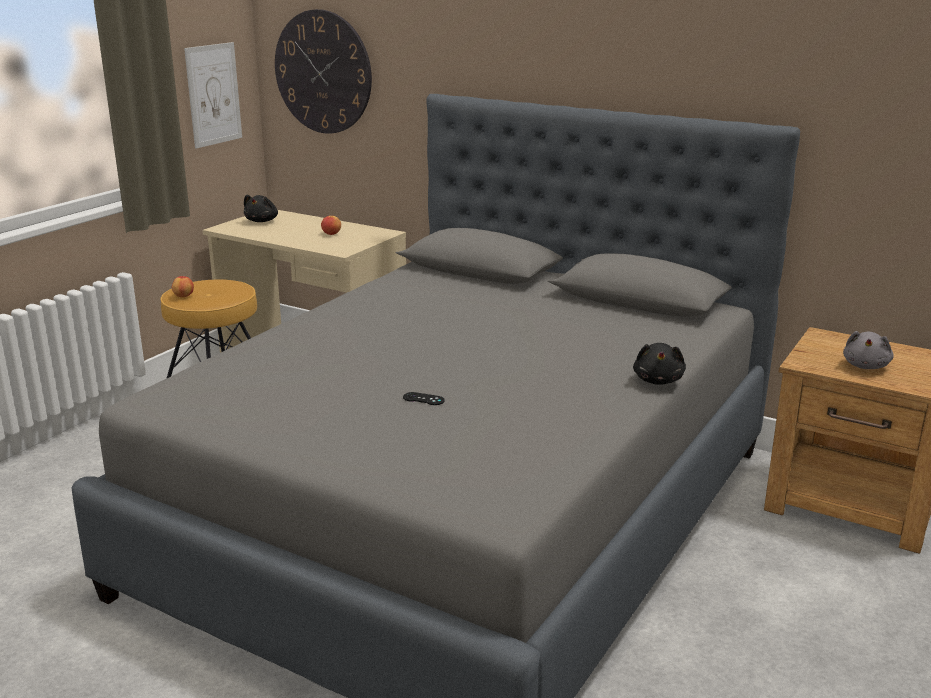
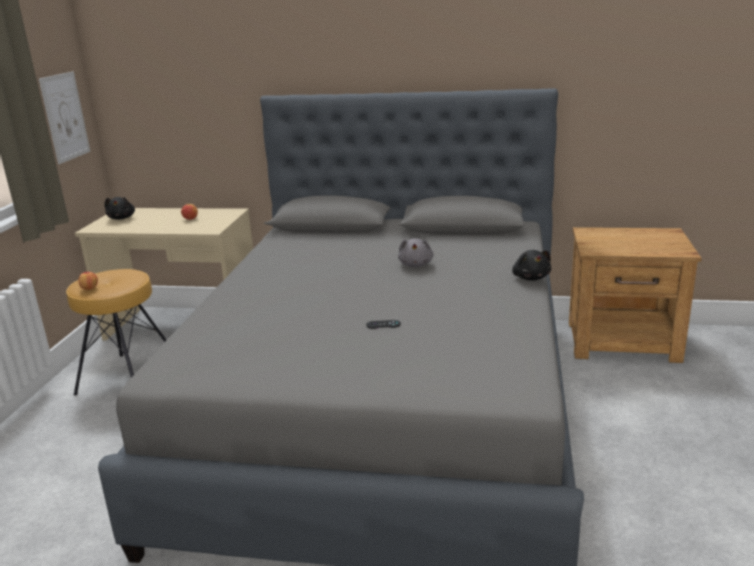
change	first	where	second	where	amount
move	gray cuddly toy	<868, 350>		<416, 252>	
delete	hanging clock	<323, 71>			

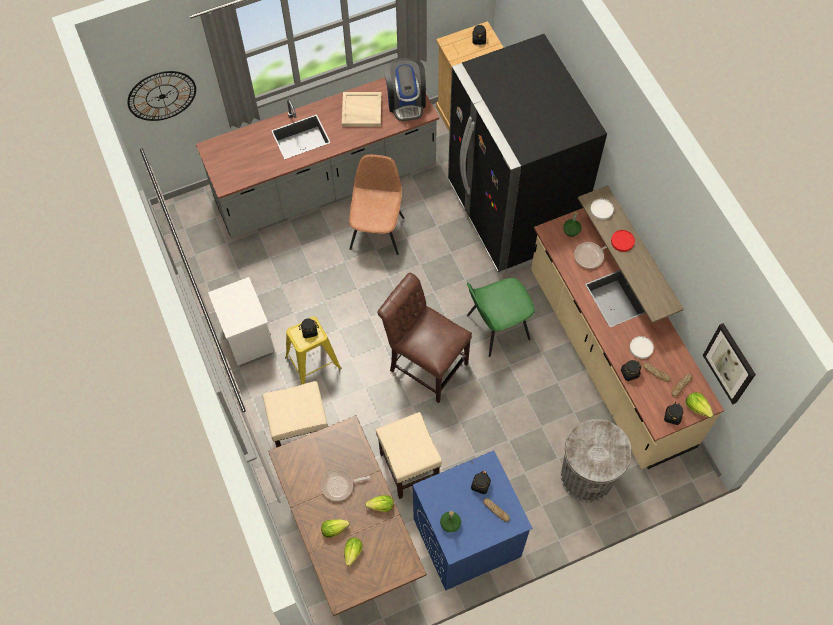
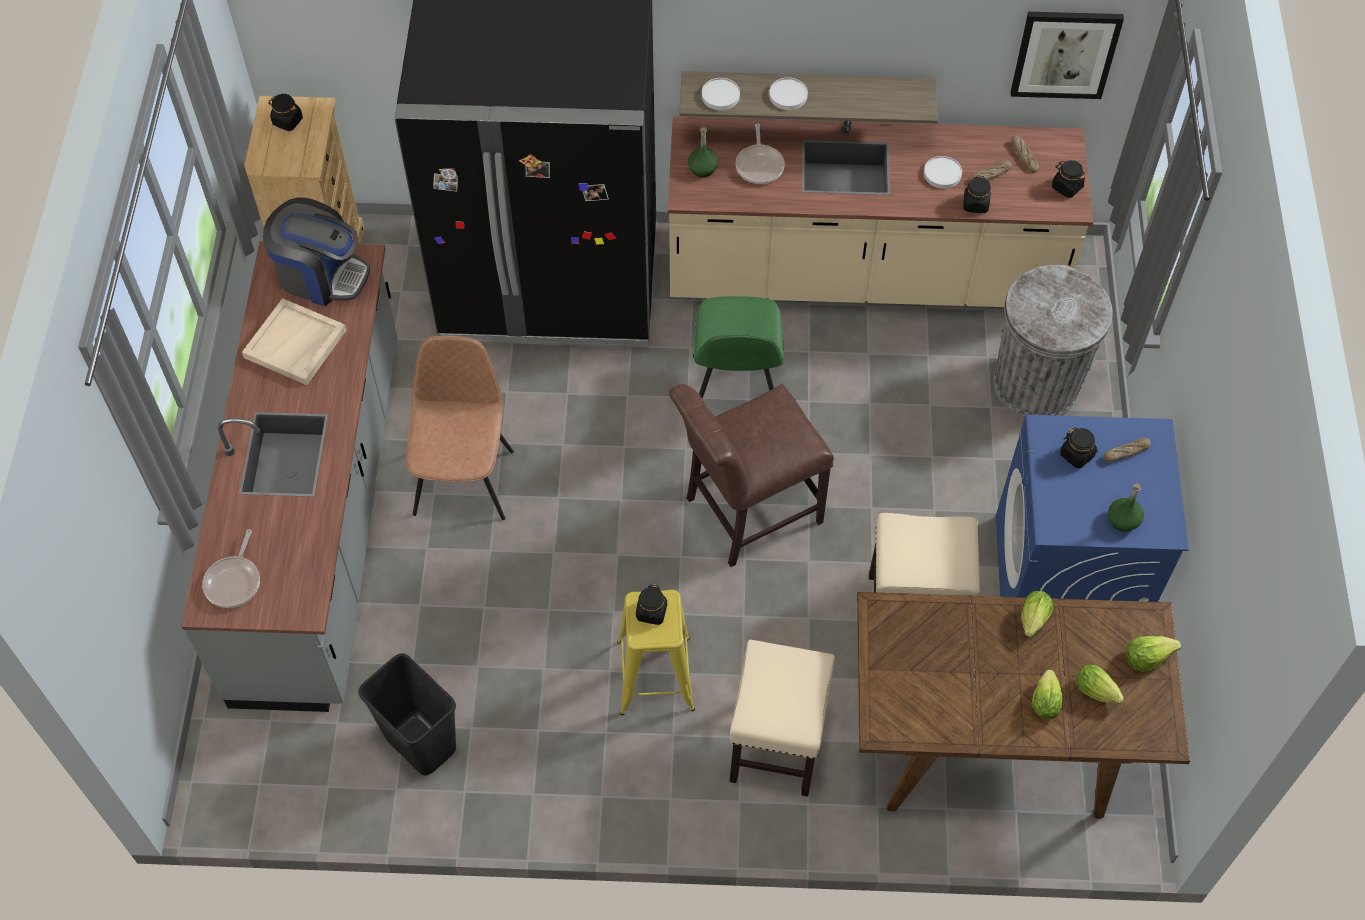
change	first	where	second	where	amount
move	frying pan	<345, 485>		<231, 568>	
insert			black rubbish bin	<407, 714>	
rotate	brown-coloured upright chair	<376, 205>		<460, 428>	60 degrees clockwise
recolor	red plate	<623, 241>	white-coloured plate	<788, 94>	
move	head of lettuce	<699, 405>		<1153, 654>	
delete	hanging clock	<161, 96>			
delete	white-coloured night table	<241, 321>			

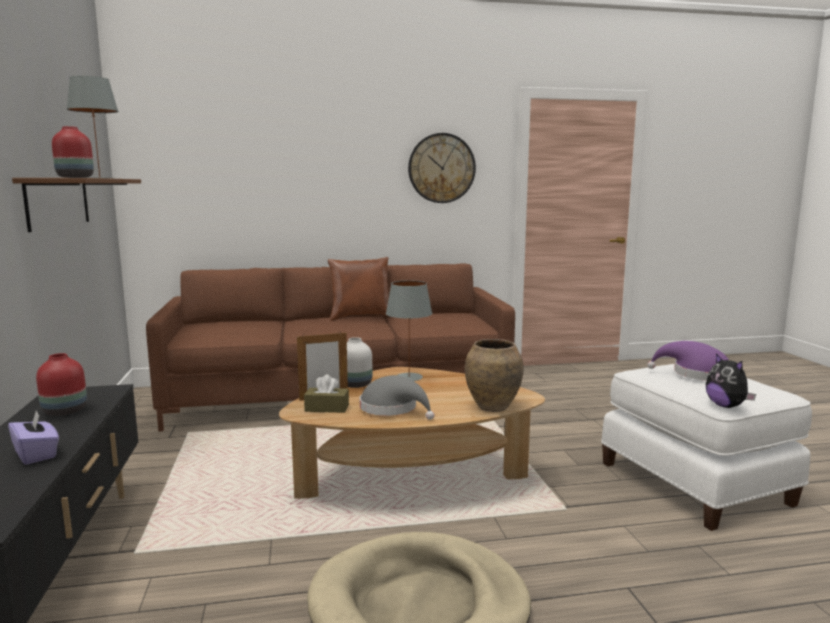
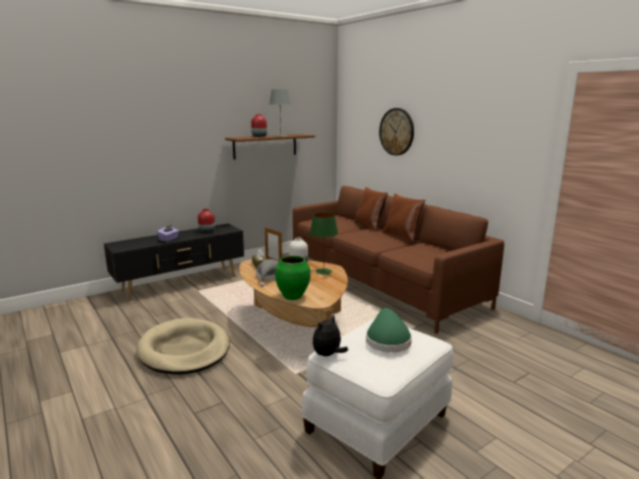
change	first	where	second	where	amount
recolor	brown-coloured decorative vase	<494, 375>	green-coloured decorative vase	<293, 278>	
recolor	gray tabletop lamp	<409, 330>	green-coloured tabletop lamp	<324, 243>	
insert			brown-coloured cushion	<371, 209>	
recolor	purple-coloured clothing hat	<688, 361>	green-coloured clothing hat	<389, 330>	
move	hanging clock	<442, 168>		<396, 132>	

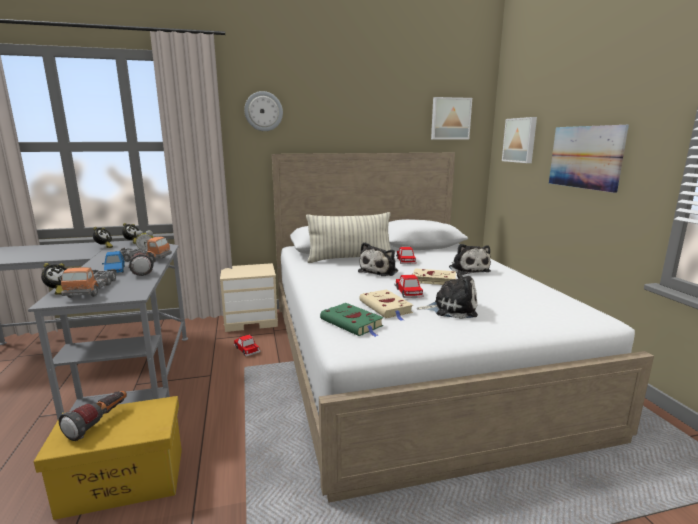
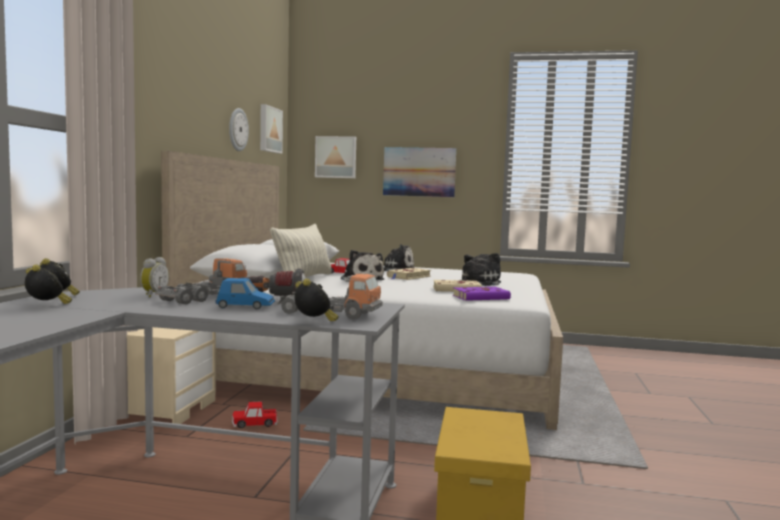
change	first	where	second	where	amount
move	hanging clock	<263, 111>		<239, 129>	
recolor	green-coloured volume	<351, 320>	purple-coloured volume	<482, 294>	
delete	flashlight	<93, 416>			
delete	toy car	<409, 286>			

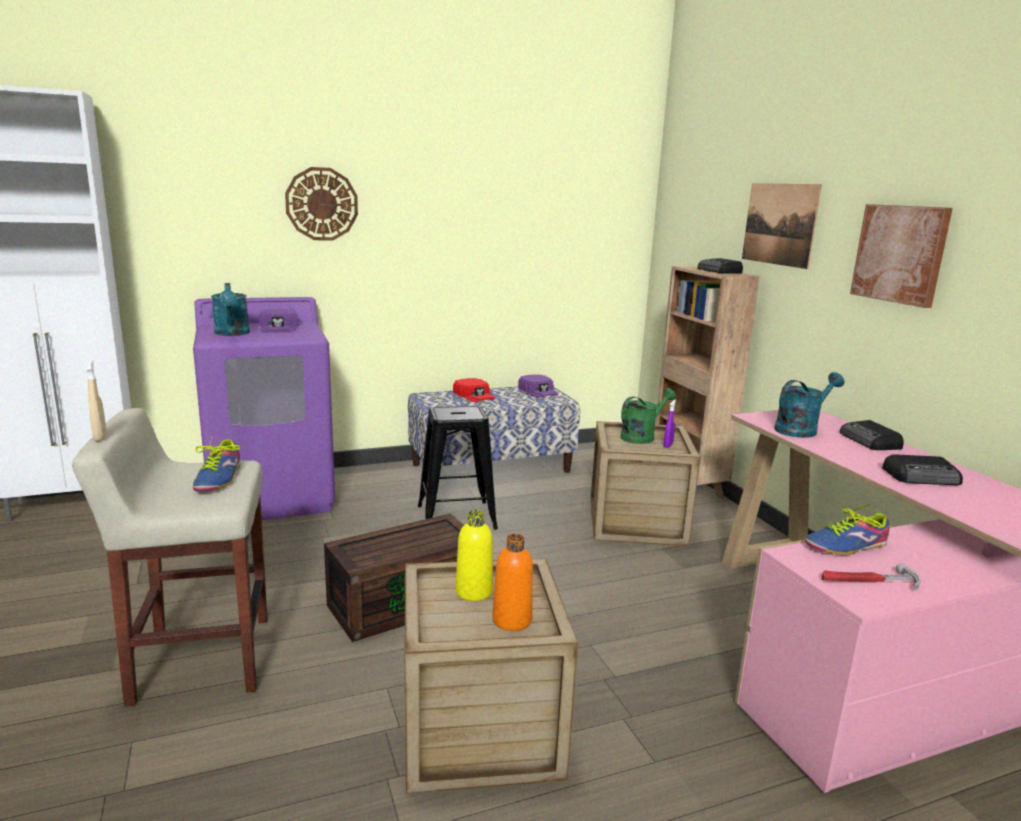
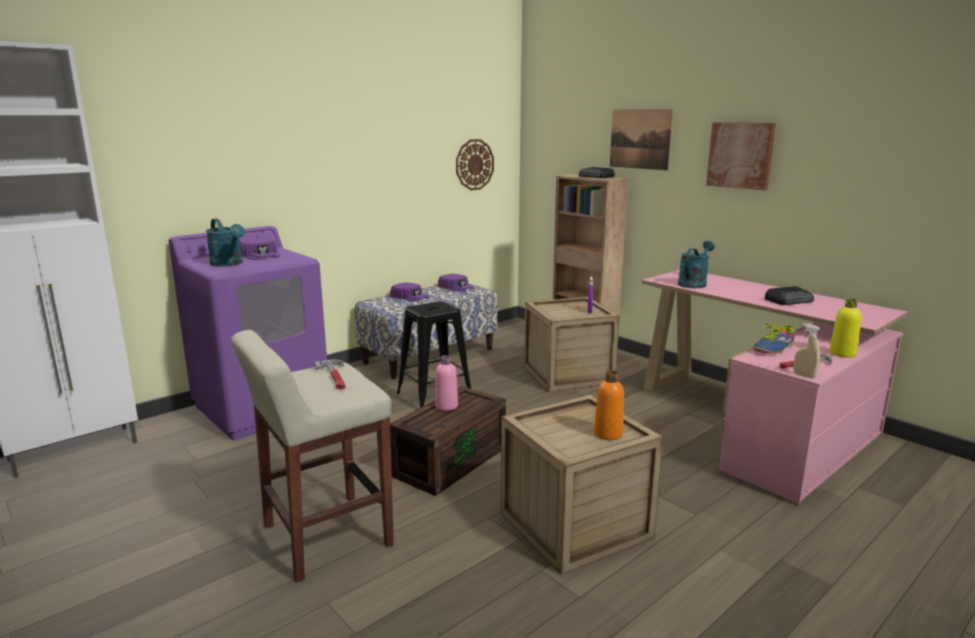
change	first	where	second	where	amount
replace	shoe	<217, 463>	hand hammer	<330, 374>	
recolor	red baseball cap	<474, 390>	purple-coloured baseball cap	<410, 292>	
insert			pink-coloured drink bottle	<446, 383>	
move	hanging clock	<321, 204>		<475, 164>	
move	beige sprayer	<96, 400>		<807, 350>	
move	yellow-coloured drink bottle	<474, 555>		<845, 327>	
delete	green-coloured watering pot	<648, 416>			
delete	radio receiver	<872, 435>			

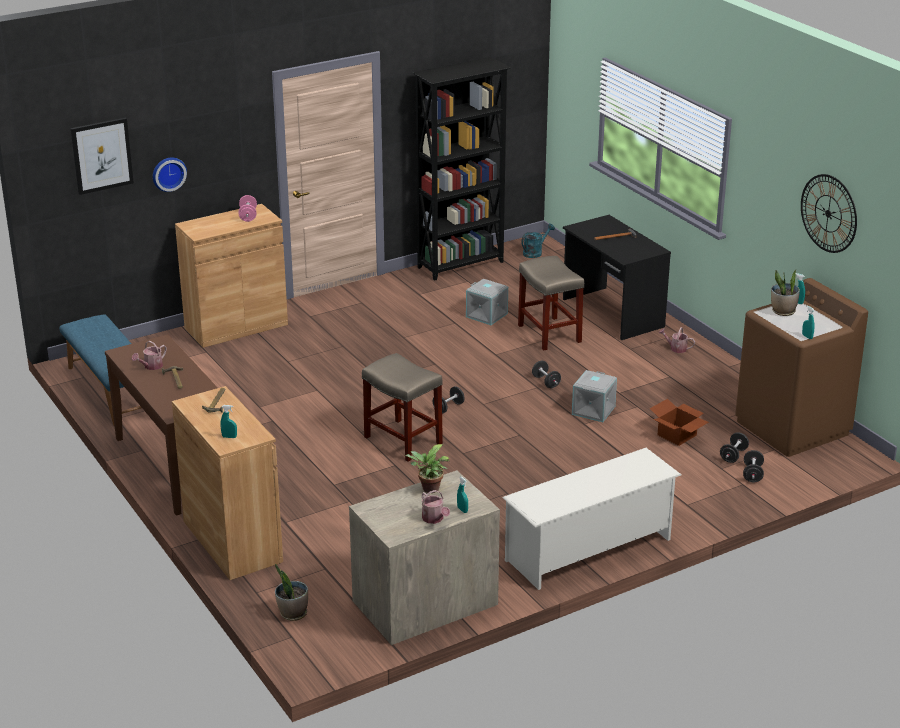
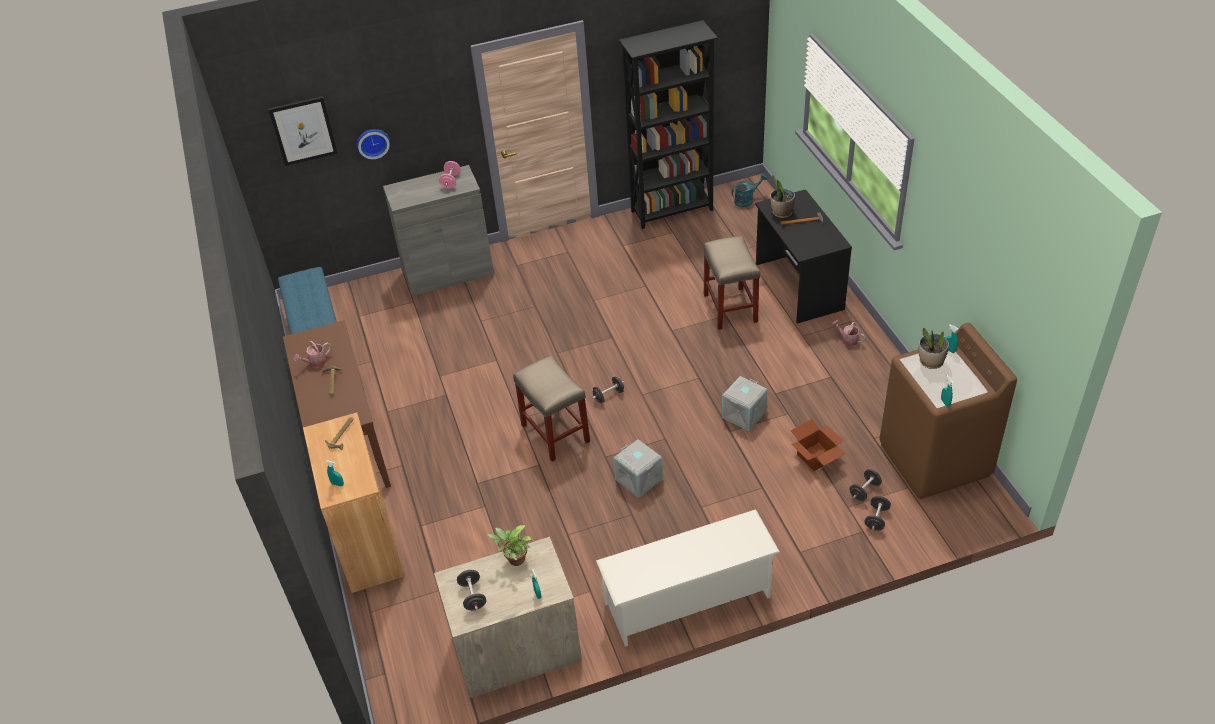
change	first	where	second	where	amount
recolor	brown-coloured cabinet	<231, 276>	gray cabinet	<438, 230>	
move	black dumbbell	<546, 374>		<471, 590>	
move	gray storage bin	<487, 302>		<638, 468>	
move	houseplant	<291, 592>		<782, 196>	
delete	watering pot	<436, 507>			
delete	hanging clock	<829, 213>			

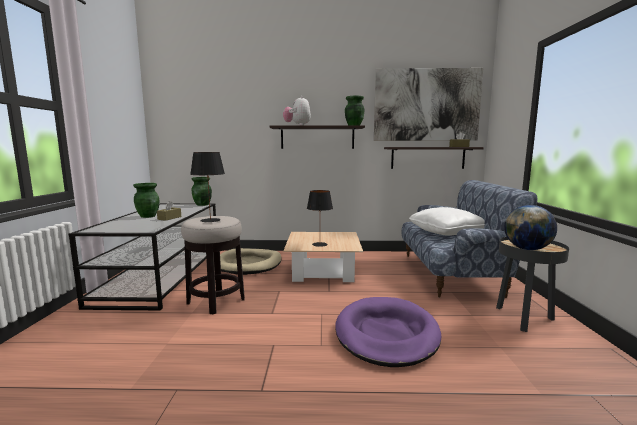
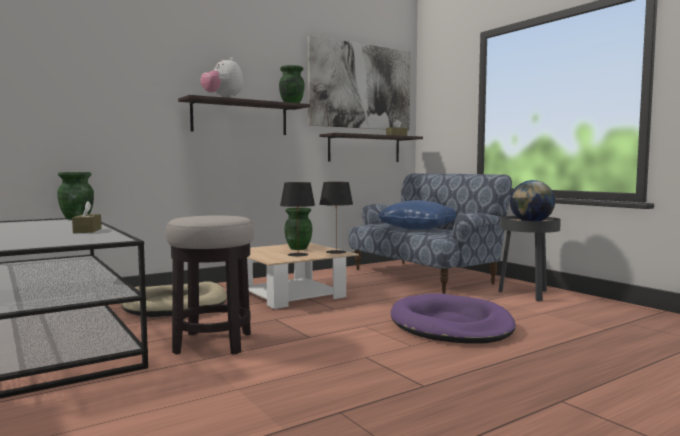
change	first	where	second	where	amount
move	green-coloured decorative vase	<146, 200>		<298, 229>	
move	black tabletop lamp	<207, 187>		<336, 218>	
recolor	white-coloured cushion	<447, 221>	blue cushion	<417, 215>	

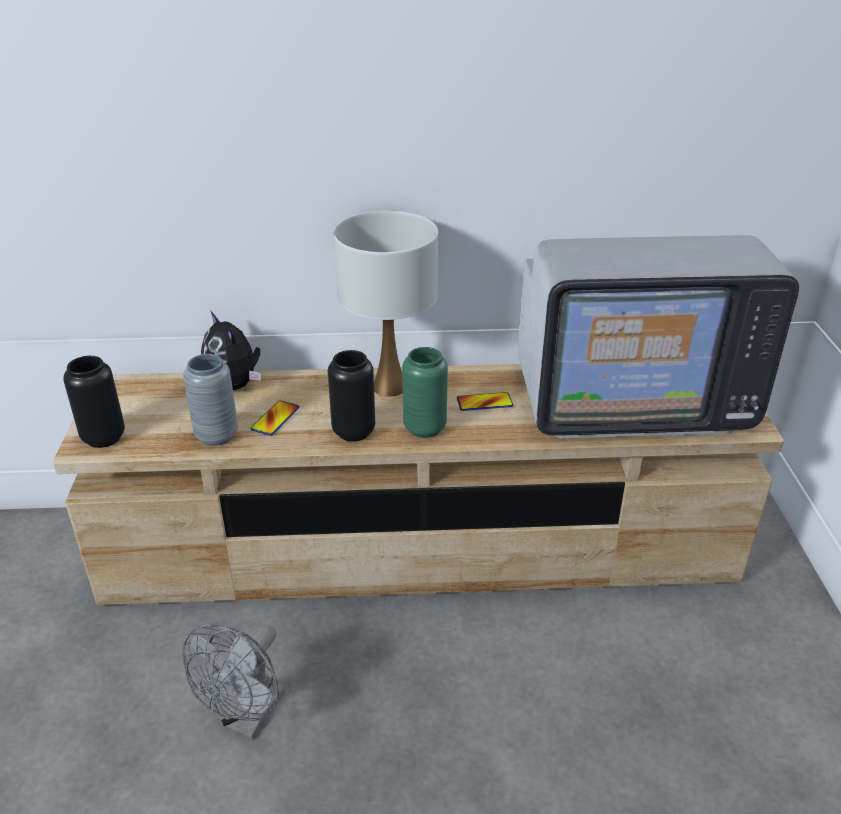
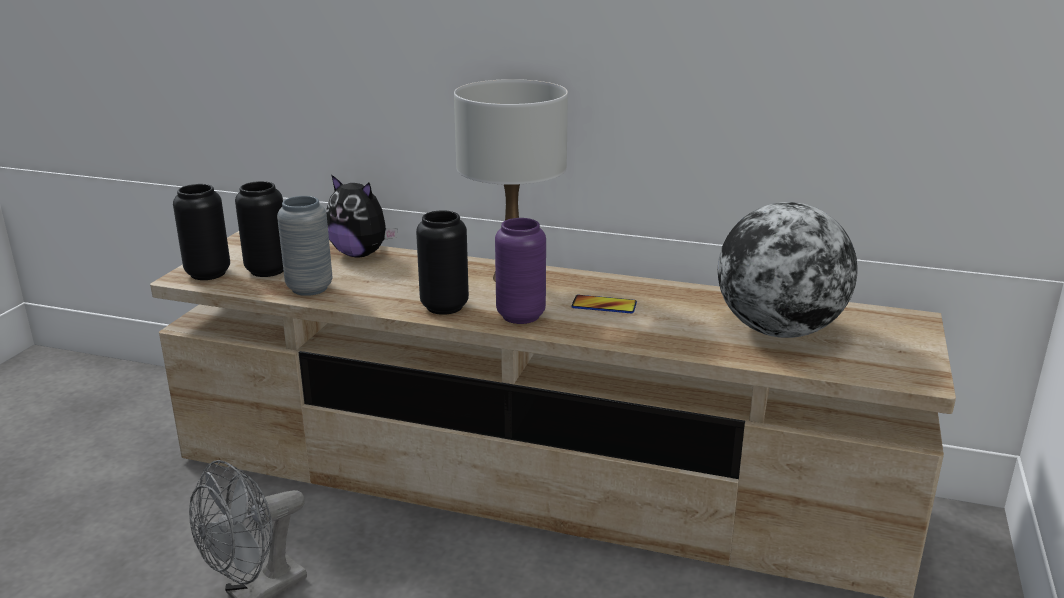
change	first	where	second	where	amount
insert			black decorative vase	<259, 229>	
rotate	cuddly toy	<231, 351>		<361, 215>	45 degrees counterclockwise
recolor	green-coloured decorative vase	<425, 392>	purple-coloured decorative vase	<520, 271>	
replace	TV	<658, 337>	world globe	<787, 270>	
delete	handset	<275, 418>			

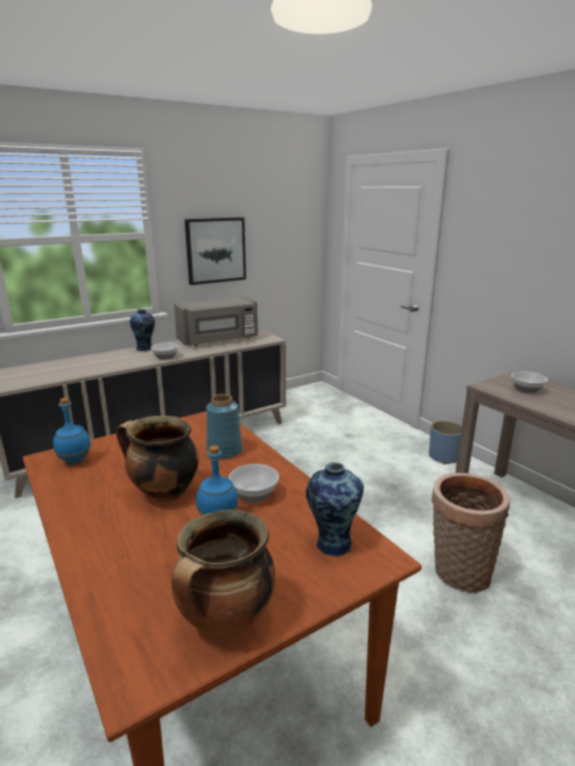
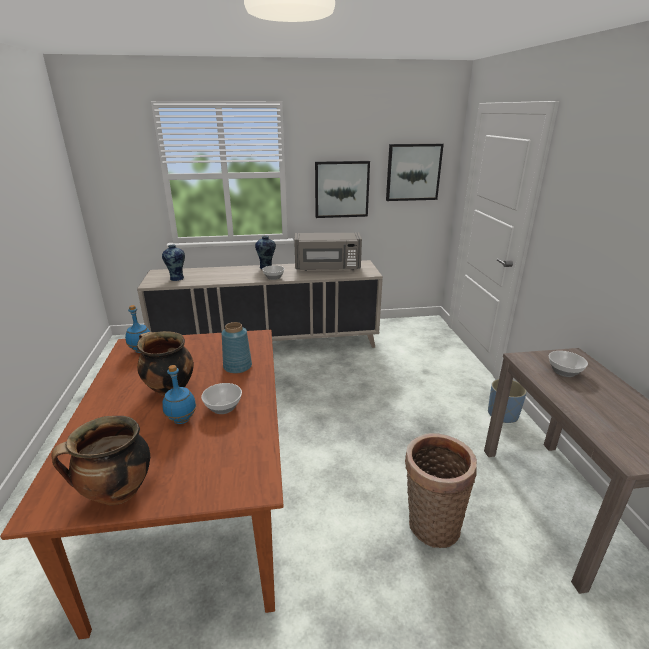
change	first	where	second	where	amount
move	decorative vase	<335, 509>		<173, 262>	
insert			wall art	<415, 172>	

